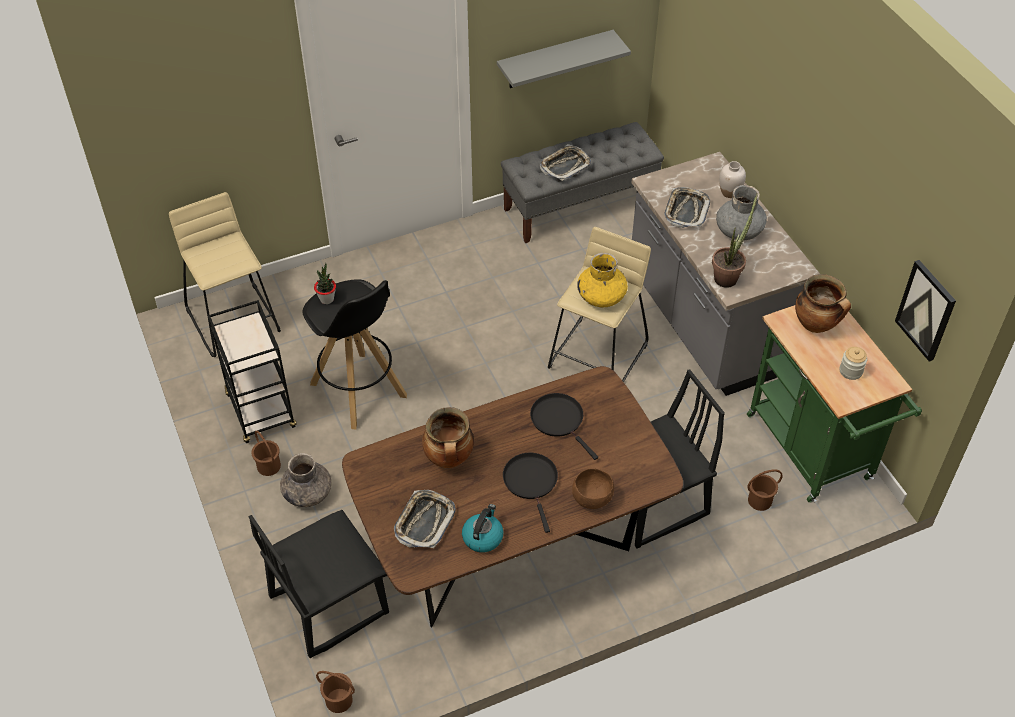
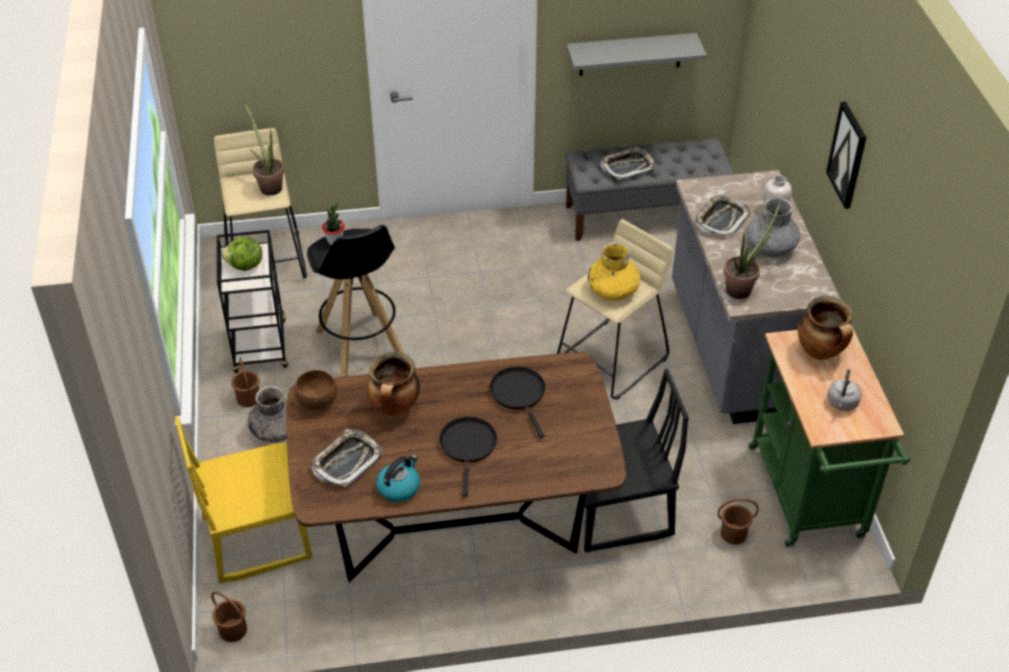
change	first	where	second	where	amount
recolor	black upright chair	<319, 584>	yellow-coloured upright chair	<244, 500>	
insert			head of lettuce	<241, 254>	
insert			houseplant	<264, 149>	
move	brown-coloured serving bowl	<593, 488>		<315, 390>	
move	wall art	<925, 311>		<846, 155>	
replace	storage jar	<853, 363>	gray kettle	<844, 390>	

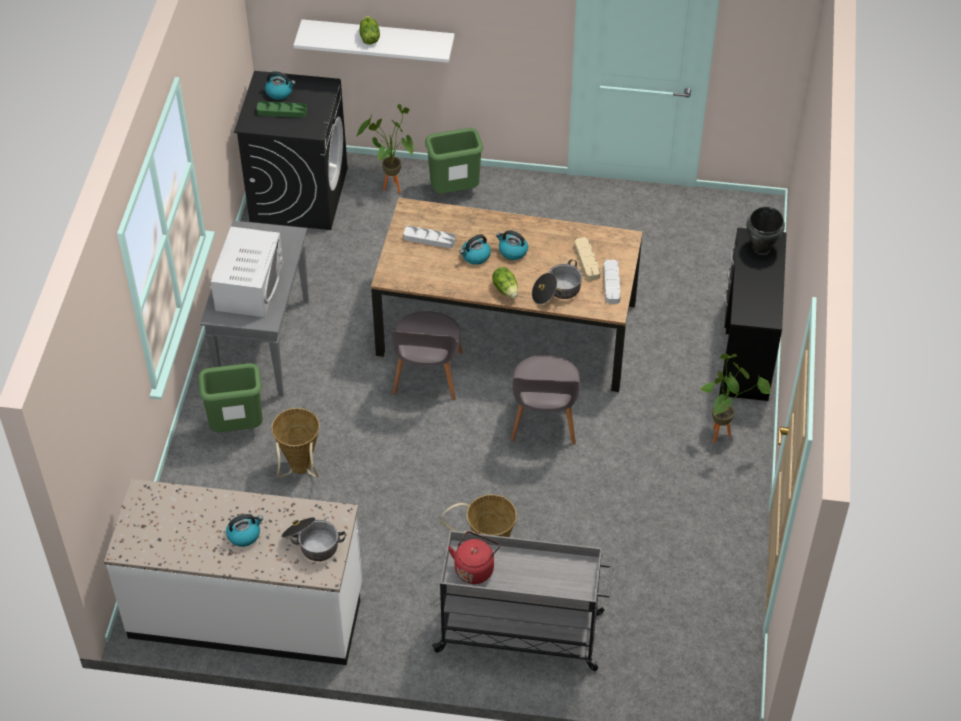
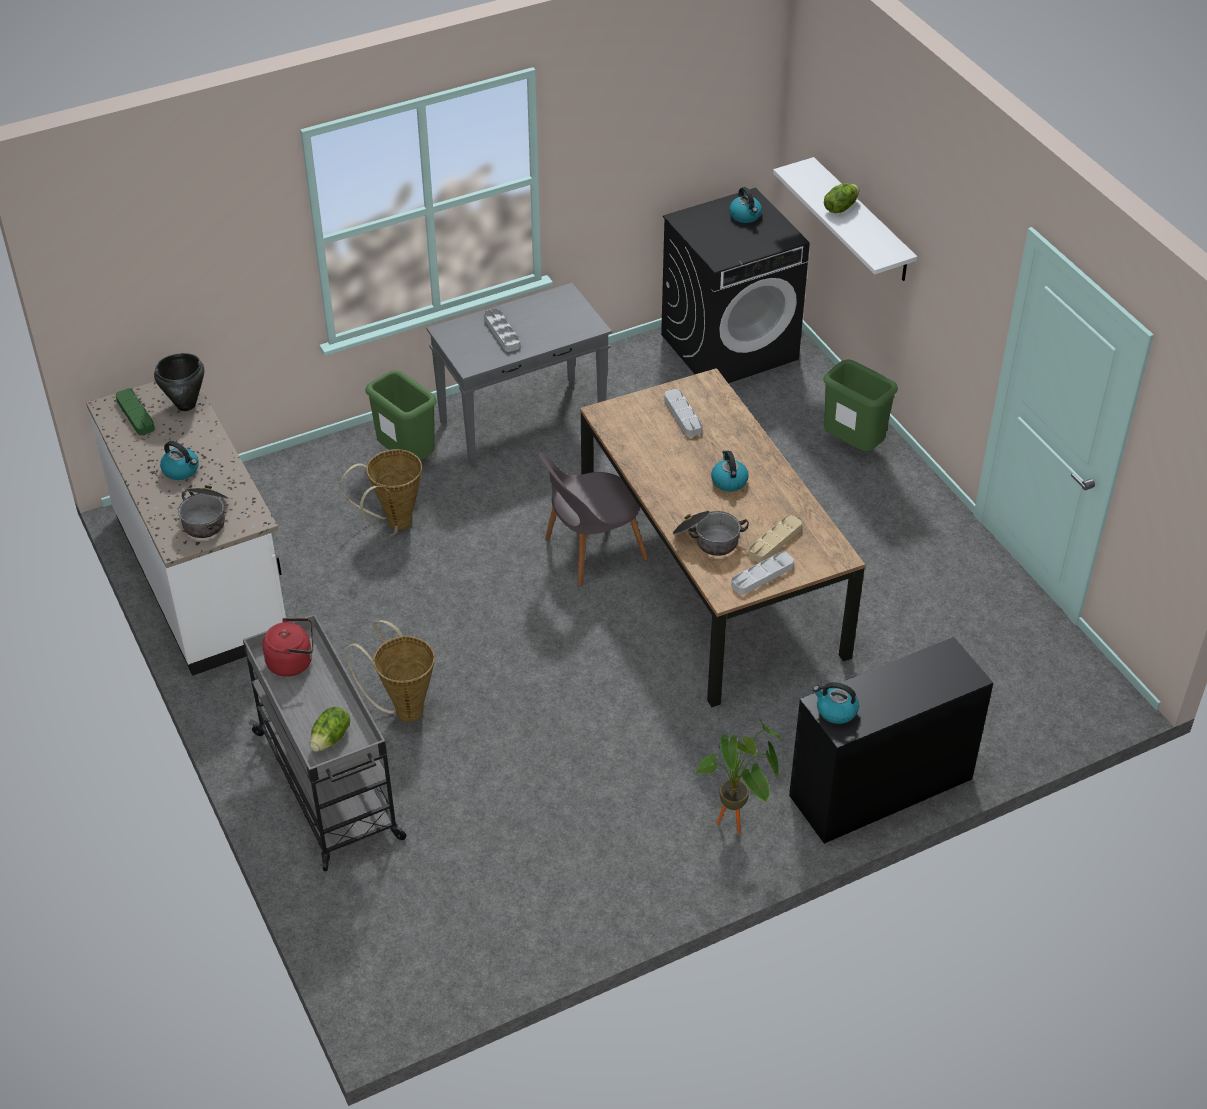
change	first	where	second	where	amount
move	green-coloured tray	<282, 109>		<135, 411>	
move	black saucepot	<766, 230>		<179, 382>	
move	head of lettuce	<505, 283>		<330, 729>	
replace	white-coloured kitchen microwave	<247, 271>	gray tray	<502, 330>	
move	kettle	<475, 249>		<836, 703>	
delete	houseplant	<385, 148>			
delete	gray upright chair	<545, 400>			

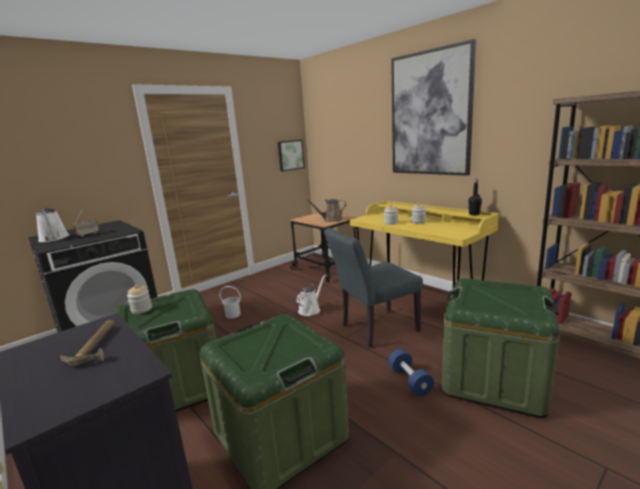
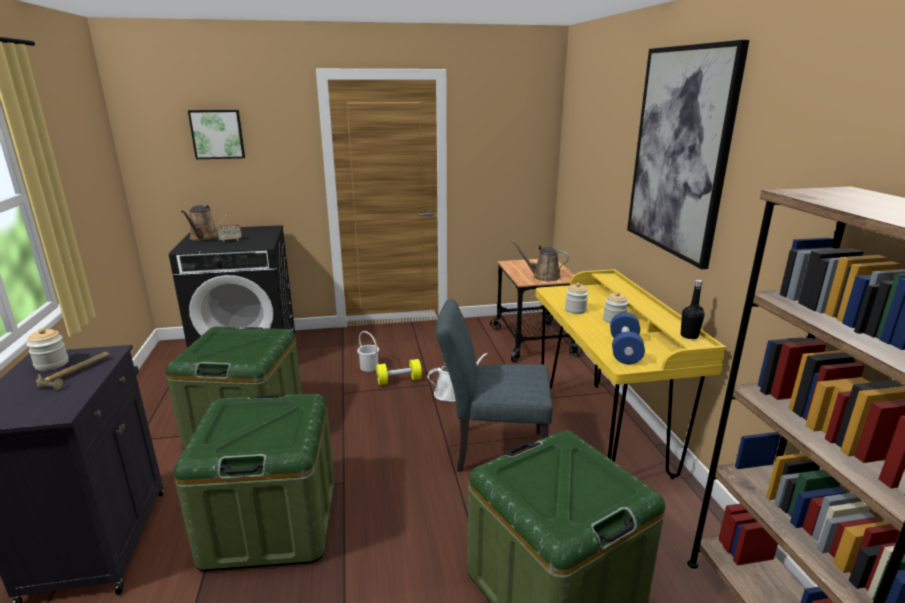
change	first	where	second	where	amount
move	storage jar	<139, 299>		<48, 349>	
recolor	white-coloured watering pot	<52, 225>	brown-coloured watering pot	<199, 223>	
move	wall art	<291, 155>		<216, 134>	
insert			yellow-coloured dumbbell	<399, 372>	
move	blue dumbbell	<411, 372>		<627, 338>	

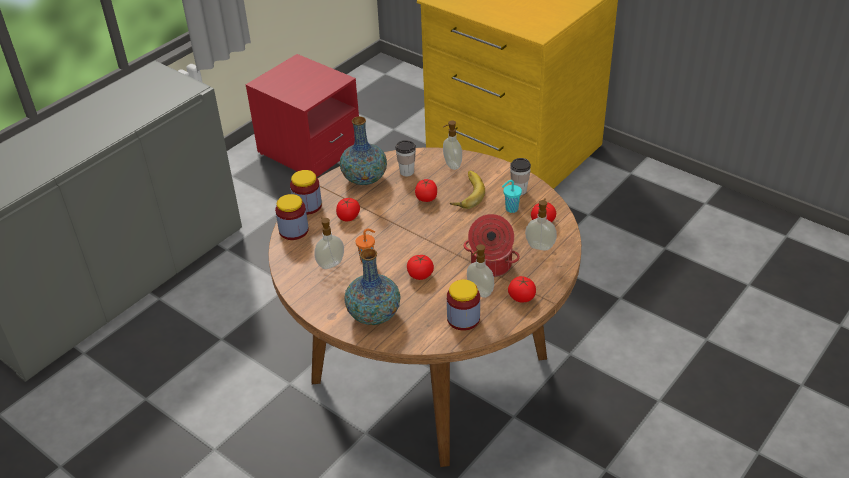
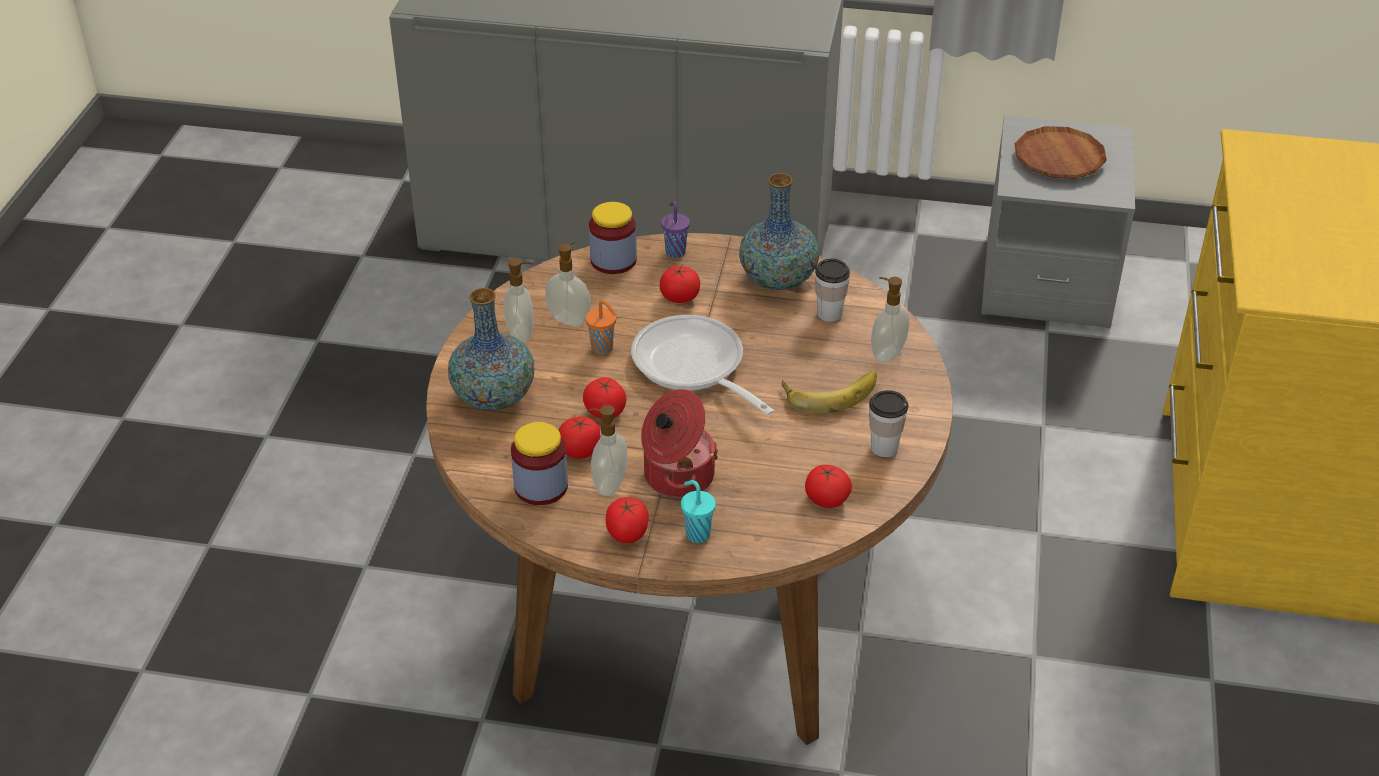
change	first	where	second	where	amount
move	soap bottle	<541, 224>		<519, 300>	
move	tomato	<426, 190>		<580, 437>	
insert			frying pan	<702, 365>	
replace	storage jar	<306, 192>	purple-coloured cup	<675, 229>	
move	turquoise cup	<512, 196>		<698, 511>	
recolor	red night table	<302, 116>	gray night table	<1058, 221>	
insert			brown-coloured plate	<1061, 152>	

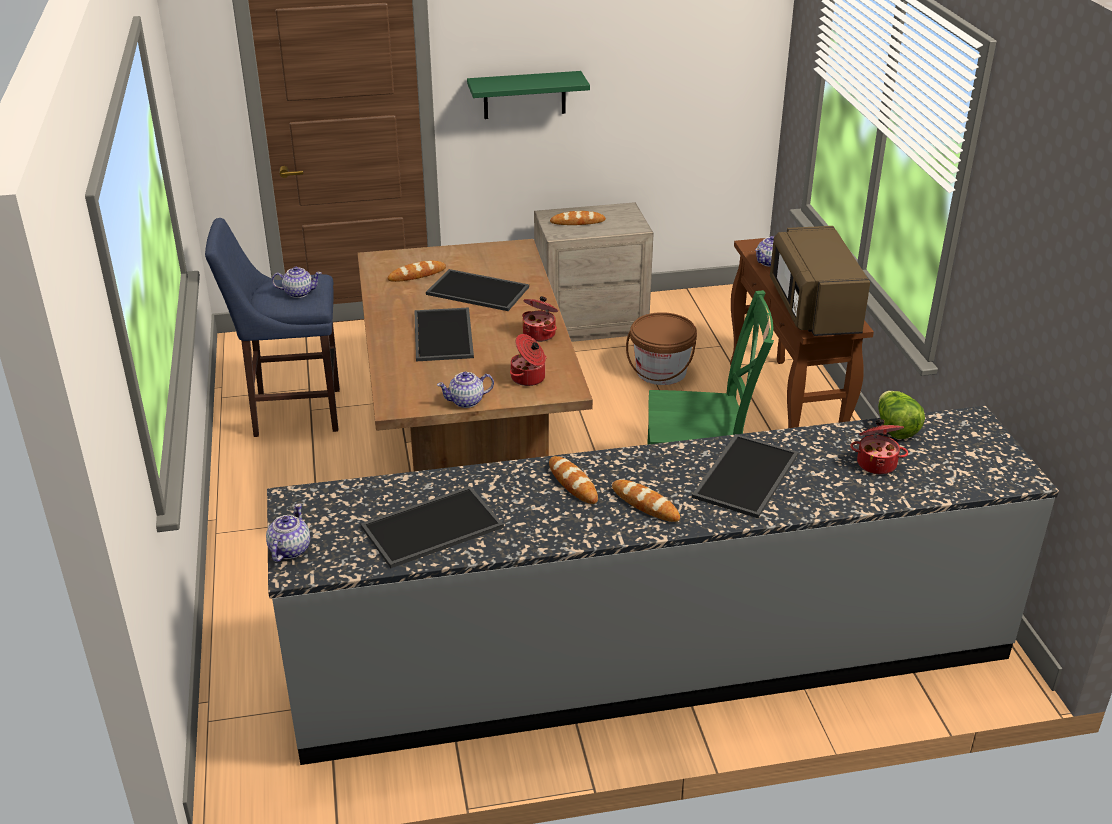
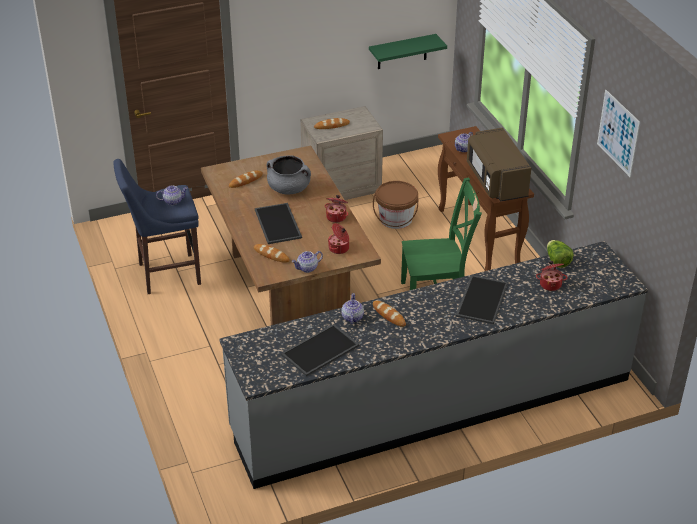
change	first	where	second	where	amount
move	baked bread	<646, 501>		<272, 253>	
replace	tray	<477, 290>	gray saucepot	<289, 175>	
move	pot for tea	<288, 533>		<352, 308>	
move	green-coloured bracket shelf	<528, 95>		<408, 51>	
insert			wall art	<618, 133>	

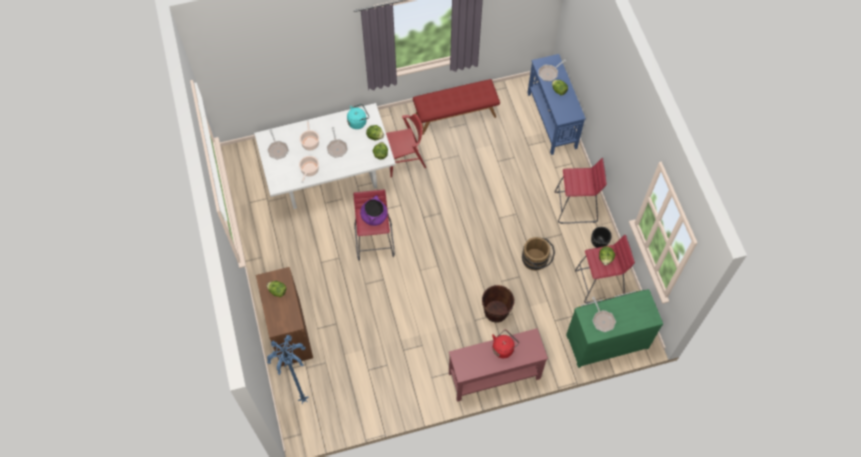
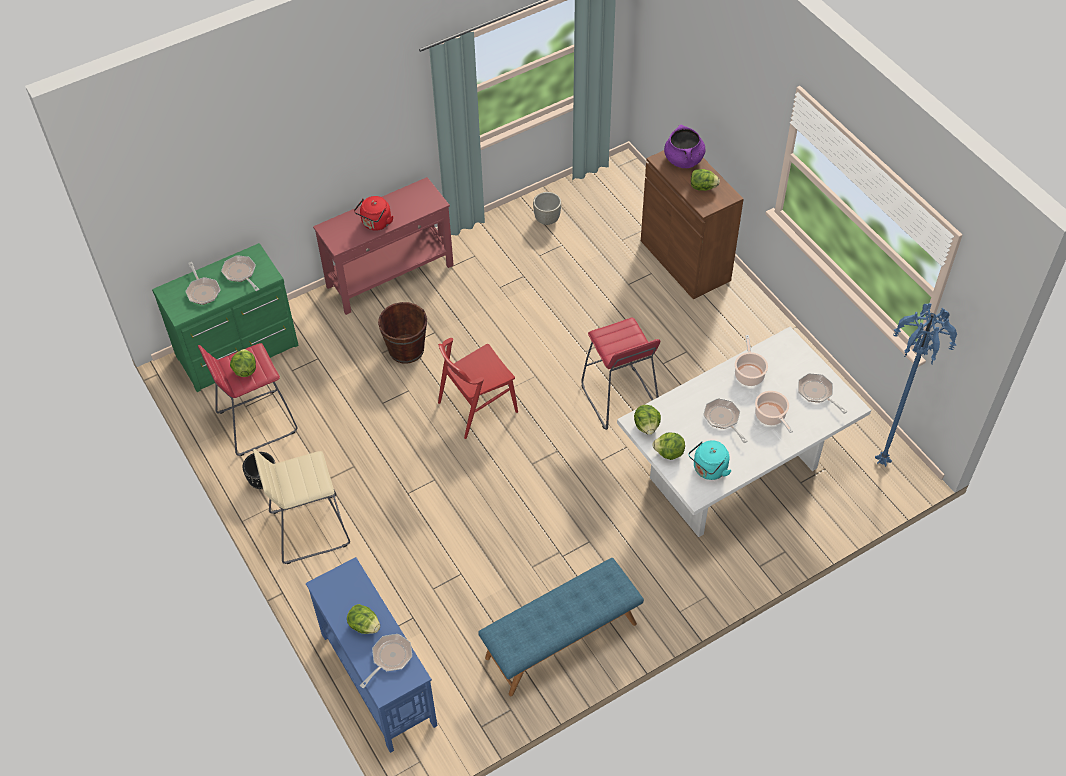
change	first	where	second	where	amount
insert			frying pan	<203, 283>	
recolor	red stool seat	<581, 191>	beige stool seat	<301, 506>	
move	red upright chair	<406, 145>		<478, 388>	
recolor	red bench	<456, 107>	blue bench	<561, 627>	
insert			gray plant pot	<547, 208>	
move	purple-coloured saucepot	<374, 210>		<684, 146>	
move	blue standard lamp	<287, 369>		<916, 385>	
delete	brown-coloured water bucket	<538, 254>			

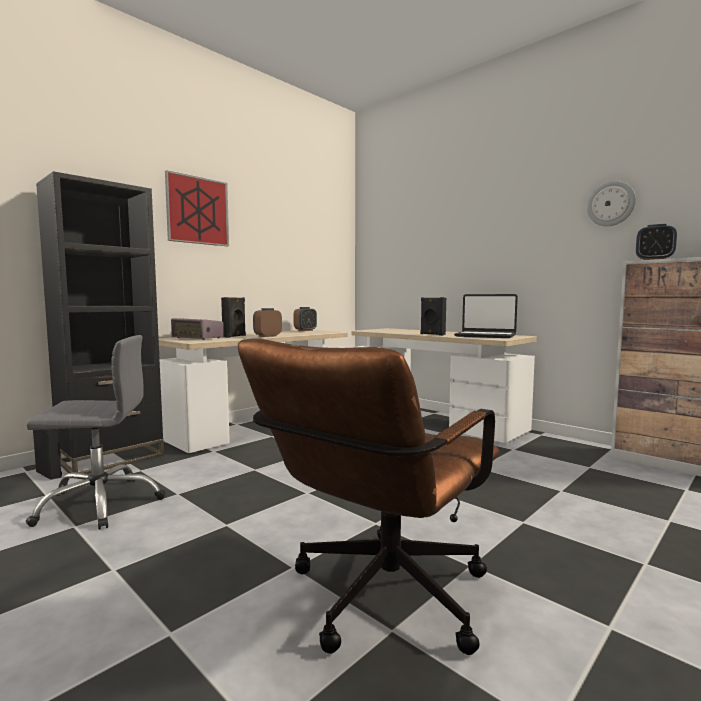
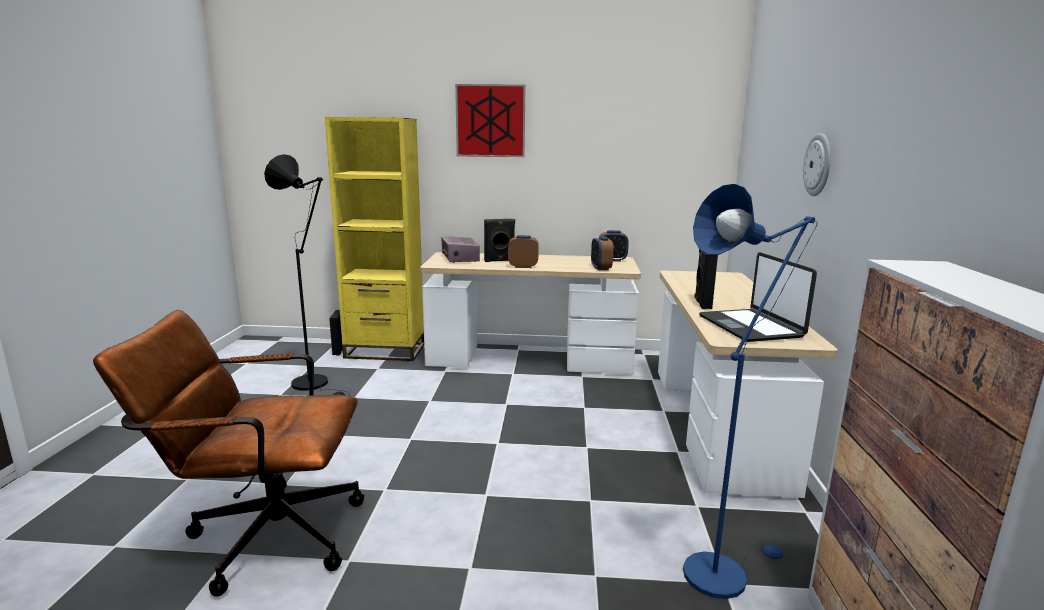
change	first	where	second	where	amount
replace	gray computer chair	<96, 432>	black standard lamp	<306, 274>	
recolor	black bookshelf	<100, 322>	yellow-coloured bookshelf	<374, 239>	
move	bedside clock	<656, 242>		<602, 253>	
insert			blue standard lamp	<750, 391>	
move	hanging clock	<611, 203>		<817, 164>	

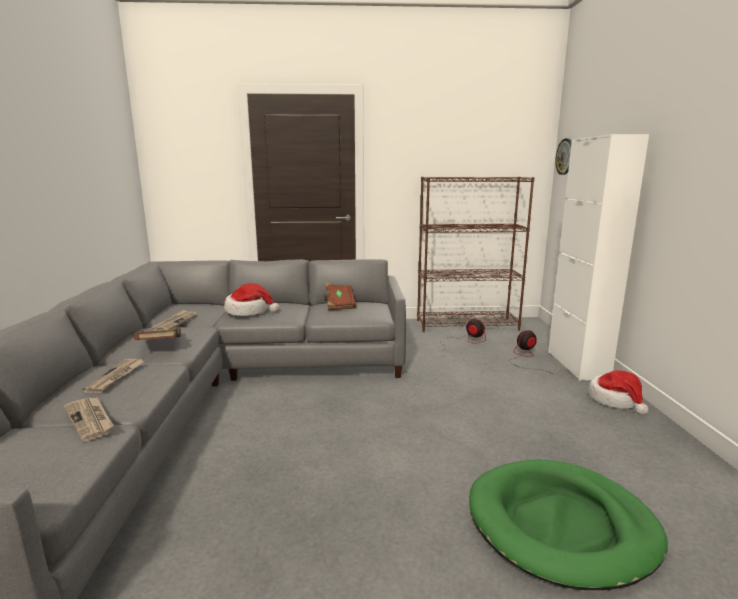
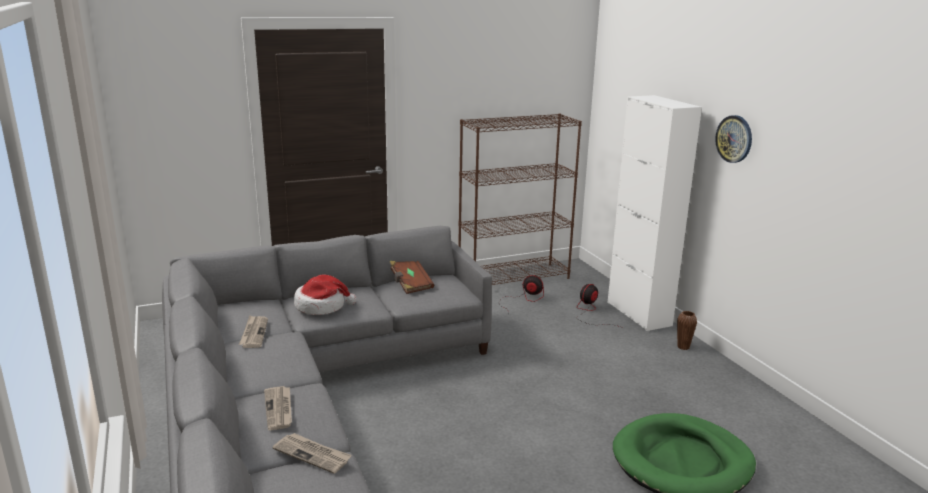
change	first	where	second	where	amount
replace	clothing hat	<618, 392>	brown-coloured decorative vase	<687, 330>	
move	hanging clock	<563, 156>		<733, 139>	
delete	brown-coloured volume	<157, 333>			

